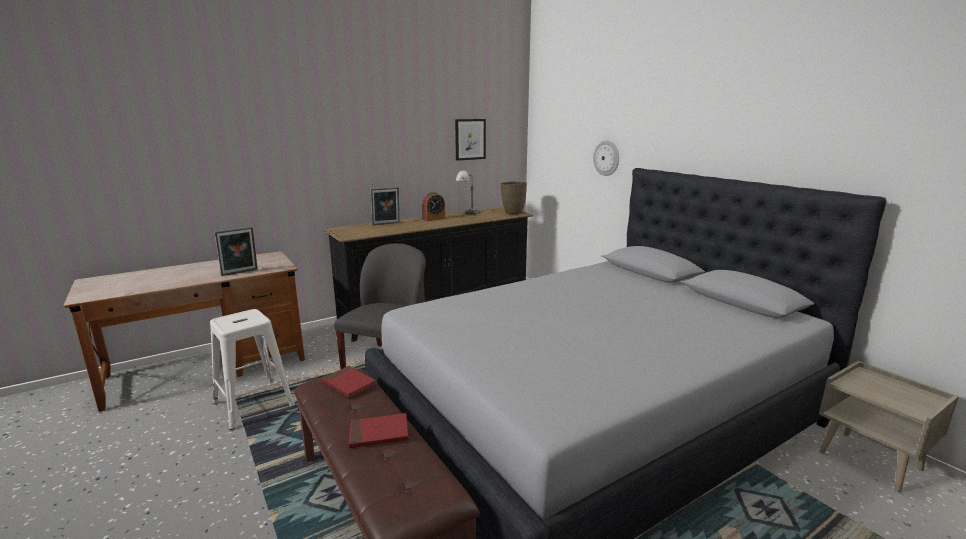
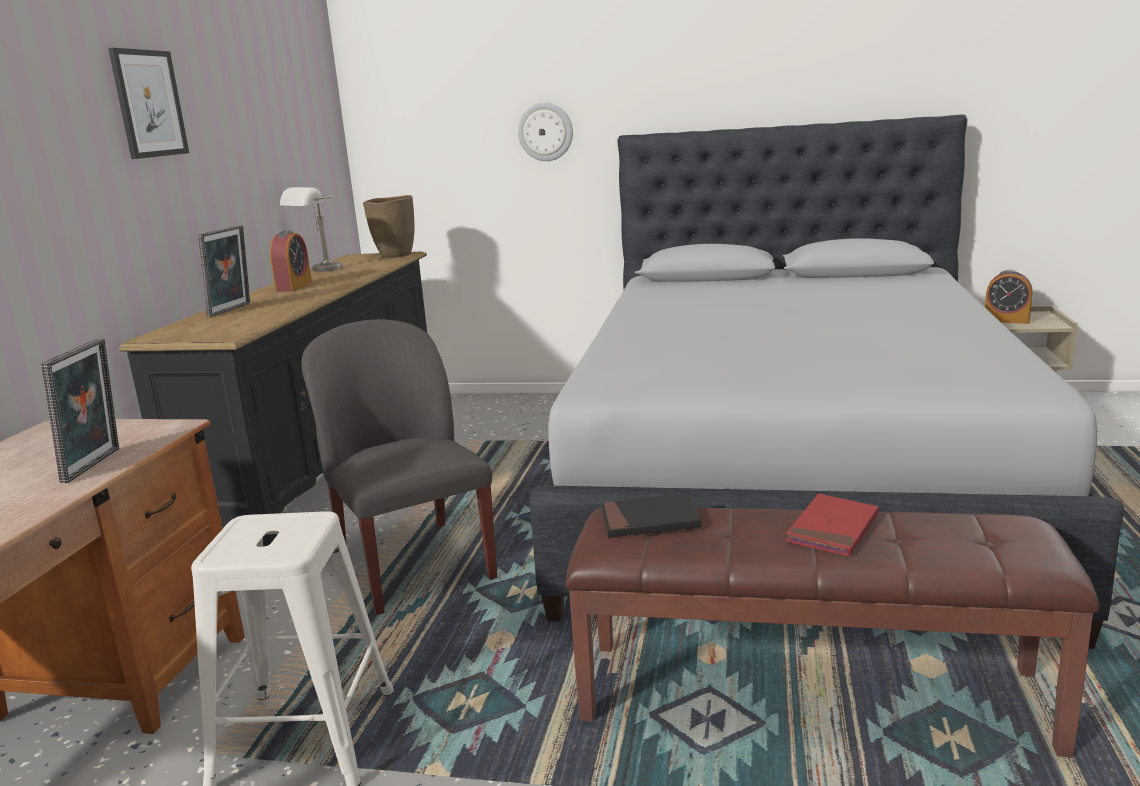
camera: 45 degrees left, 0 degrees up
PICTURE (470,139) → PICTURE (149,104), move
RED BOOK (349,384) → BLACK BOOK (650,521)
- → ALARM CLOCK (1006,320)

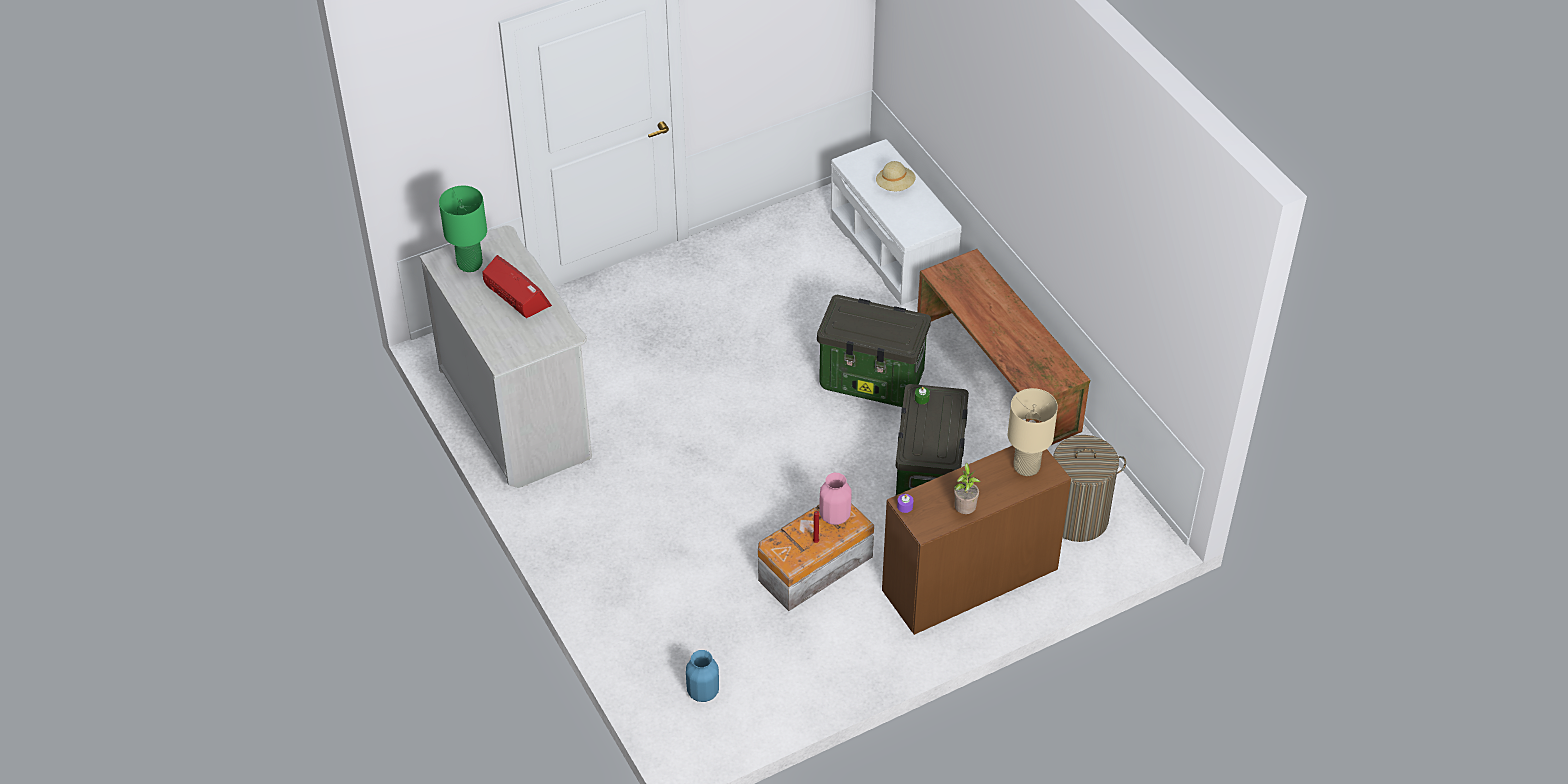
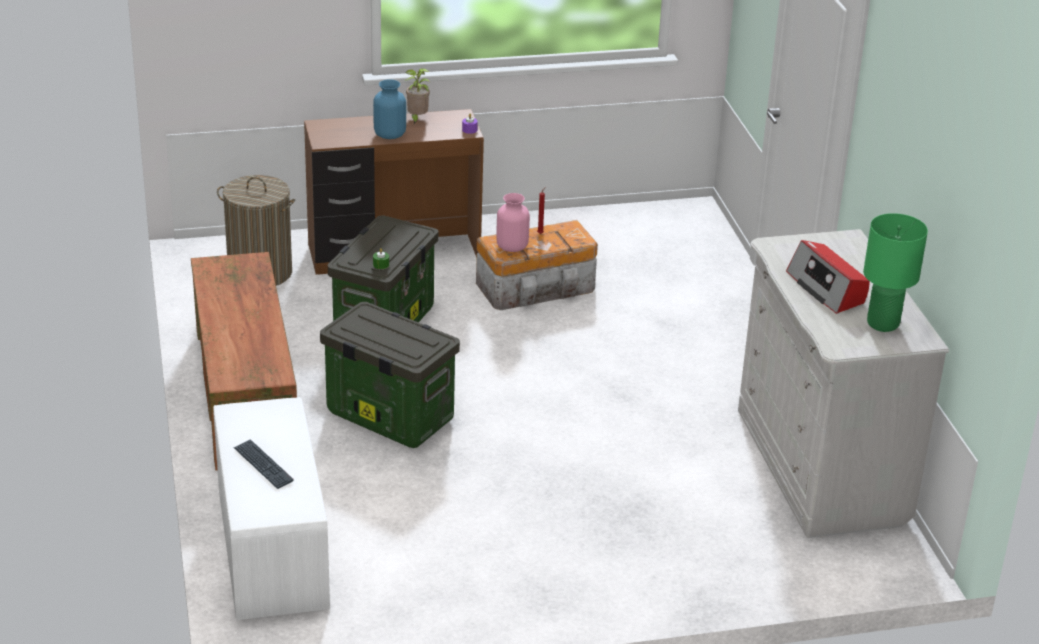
camera: 165 degrees left, 15 degrees down
BEIGE HAT (895,185) → KEYBOARD (263,465)
BLUE VASE (703,691) → BLUE VASE (389,134), move
BEIGE TABLE LAMP (1026,468) → -

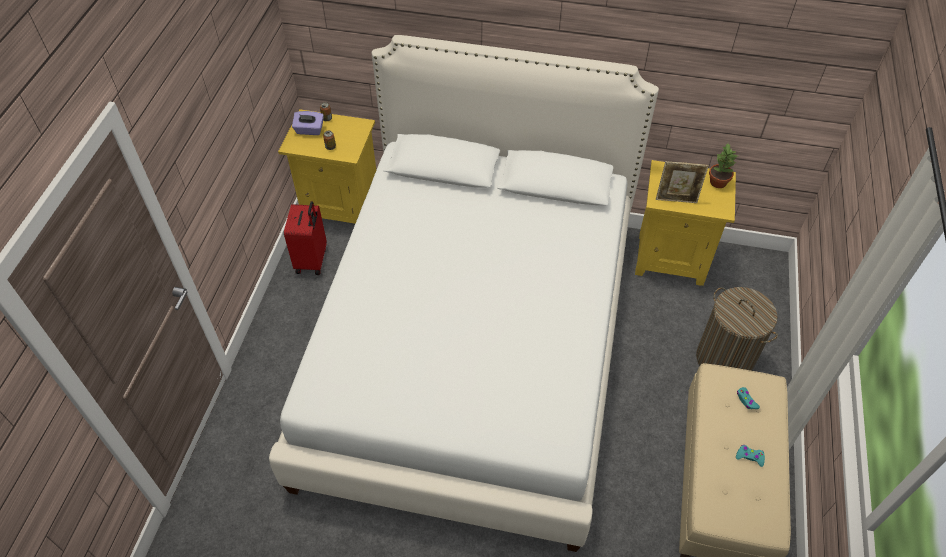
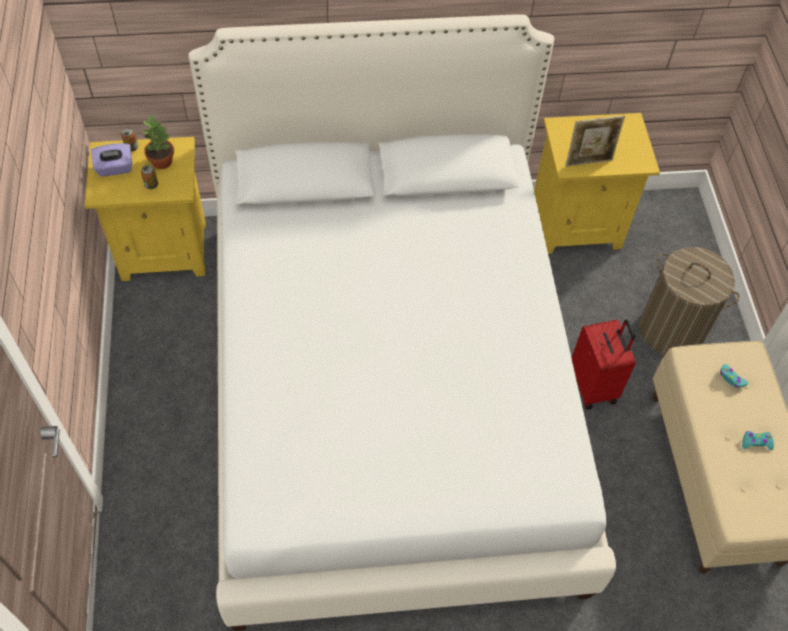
camera: 20 degrees left, 5 degrees up
POTTED PLANT (717,182) → POTTED PLANT (161,161), move
RED SUITCASE (312,260) → RED SUITCASE (594,385), move

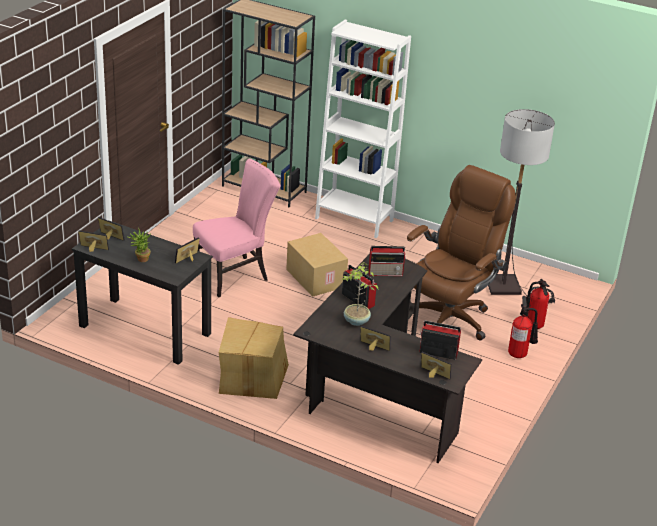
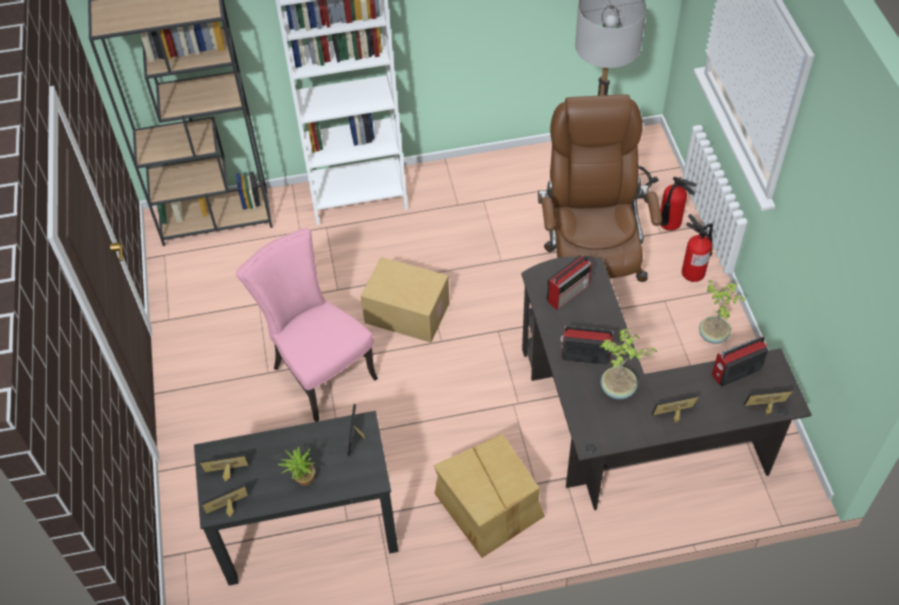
camera: 35 degrees left, 20 degrees up
PINK CHAIR (235,274) → PINK CHAIR (319,370), 60 degrees counterclockwise
- → POTTED PLANT (713,335)

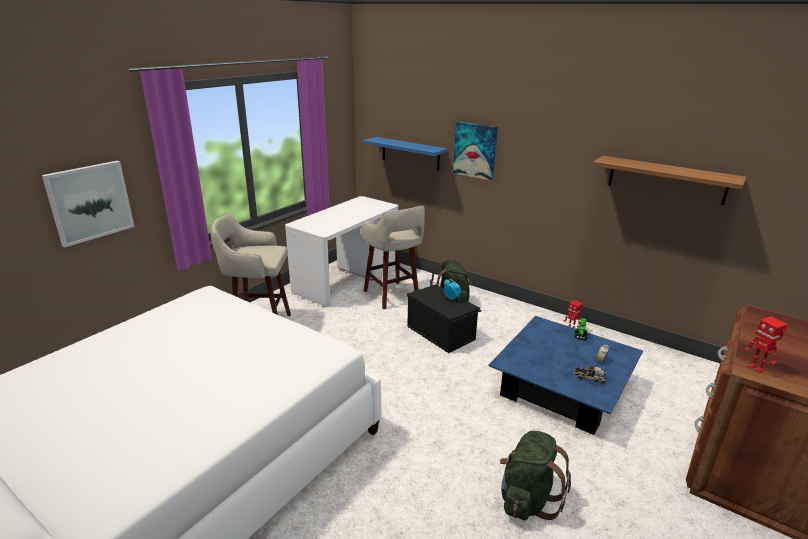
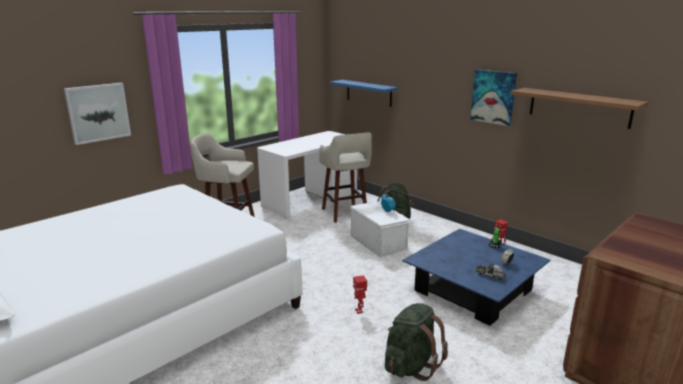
camera: 10 degrees right, 5 degrees down
BLACK STORAGE BOX (441,332) → WHITE STORAGE BOX (378,242)
TOY ROBOT (756,368) → TOY ROBOT (359,311), move
PICTURE (475,150) → PICTURE (493,97), move

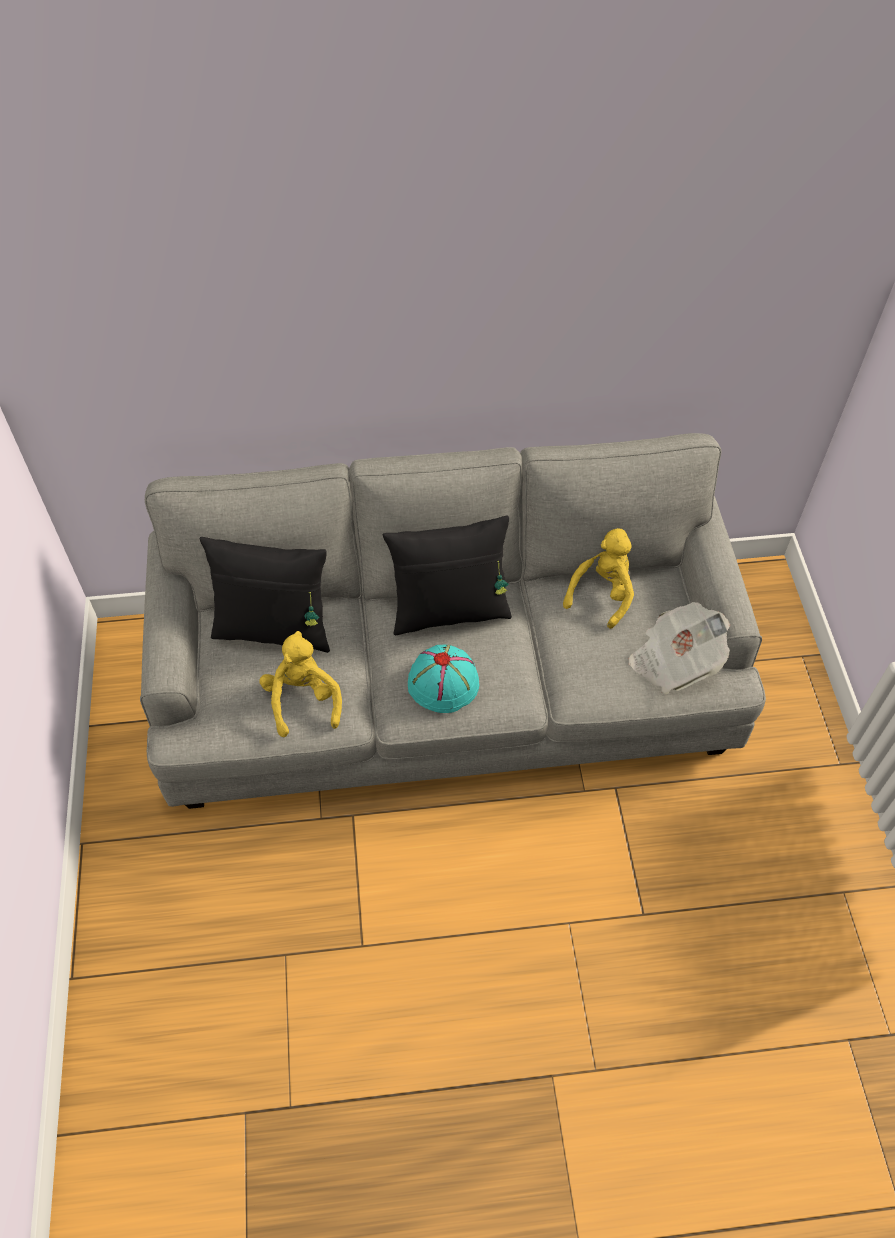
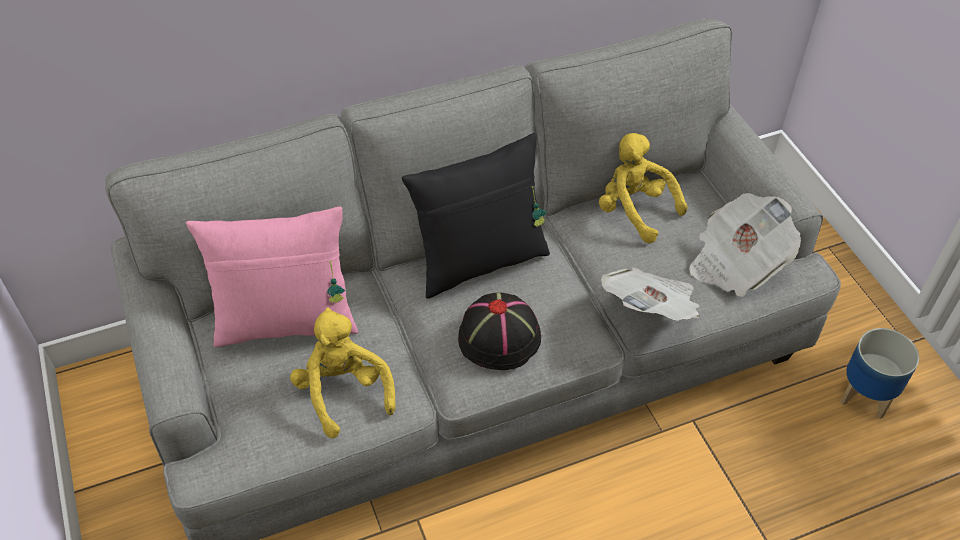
camera: 15 degrees left, 5 degrees down
BLACK PILLOW (274,630) → PINK PILLOW (286,323)
TURQUOISE HAT (444,683) → BLACK HAT (500,337)
YELLOW PLUSH TOY (601,592) → YELLOW PLUSH TOY (633,210), 60 degrees counterclockwise
- → NEWSPAPER (651,310)
- → PLANTER (866,396)

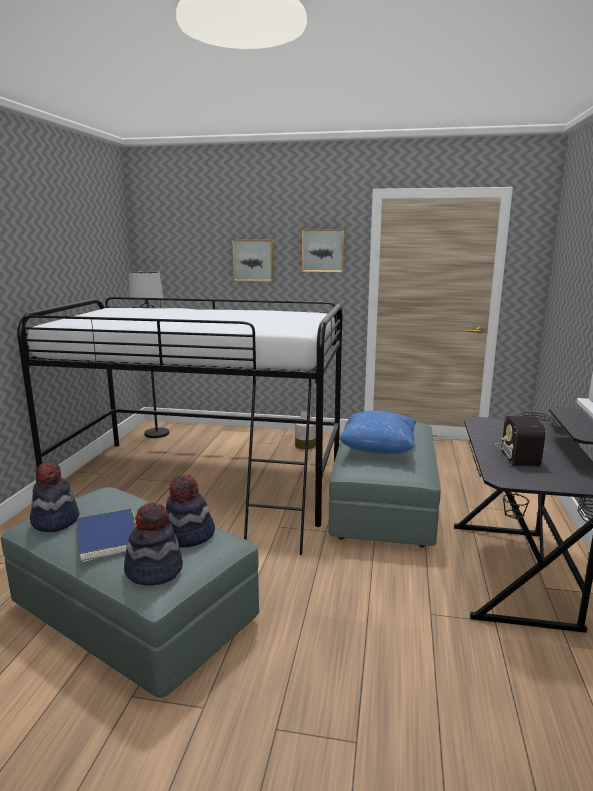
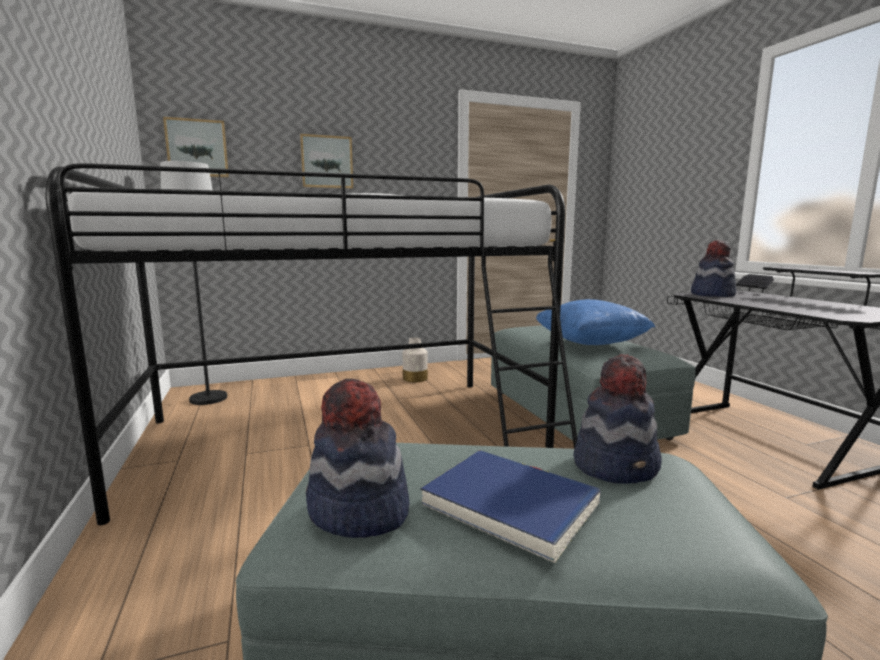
camera: 30 degrees left, 5 degrees down
PICTURE (323,250) → PICTURE (197,148), move
HAT (154,570) → HAT (712,294), move
RADIO (519,453) → -

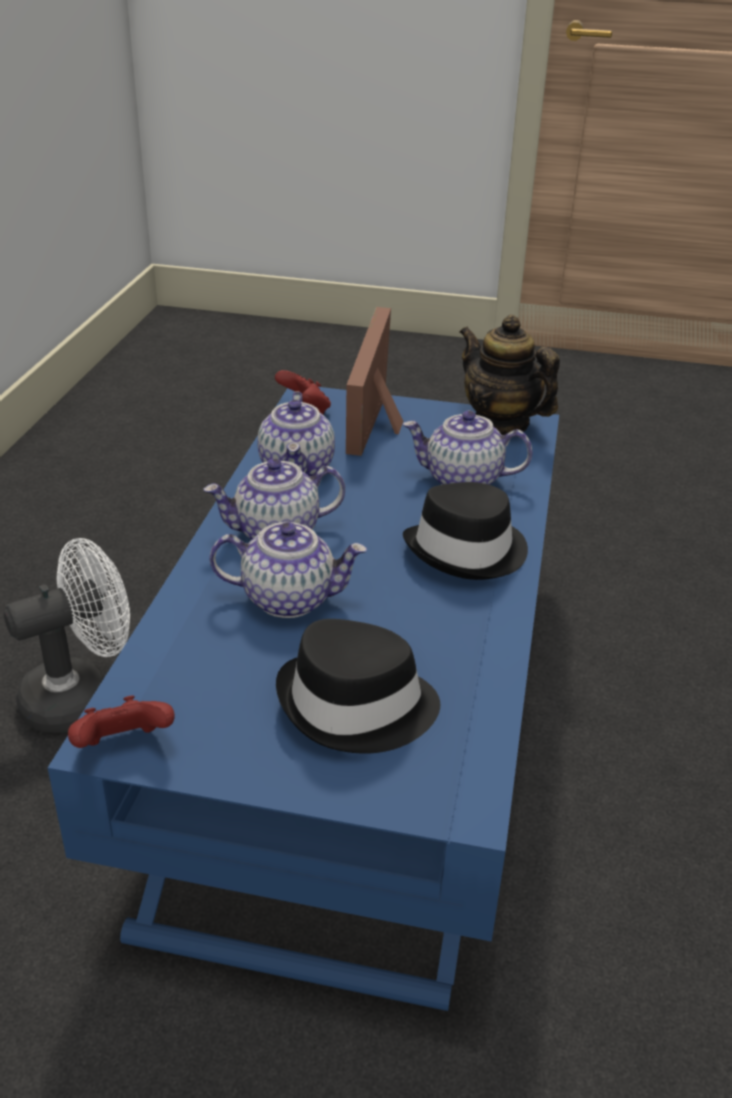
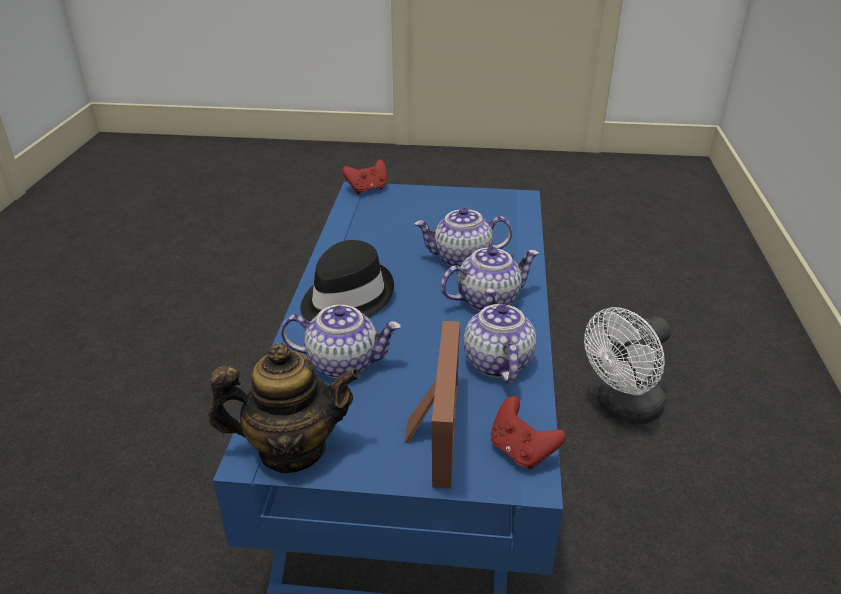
camera: 175 degrees right, 0 degrees up
TEAPOT (500,424) → TEAPOT (292,449), 45 degrees counterclockwise
RED GAME CONTROLLER (123,746) → RED GAME CONTROLLER (367,189), move
BLACK HAT (357,707) → -

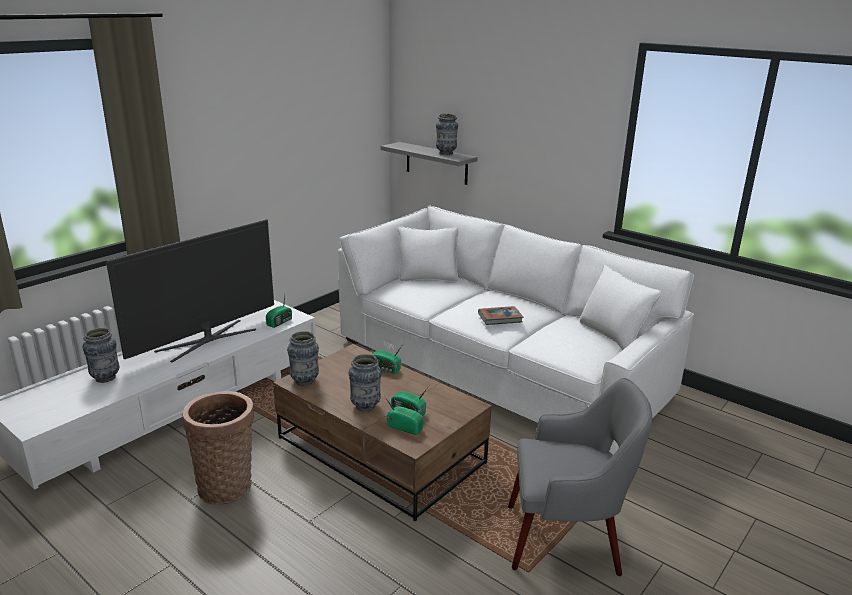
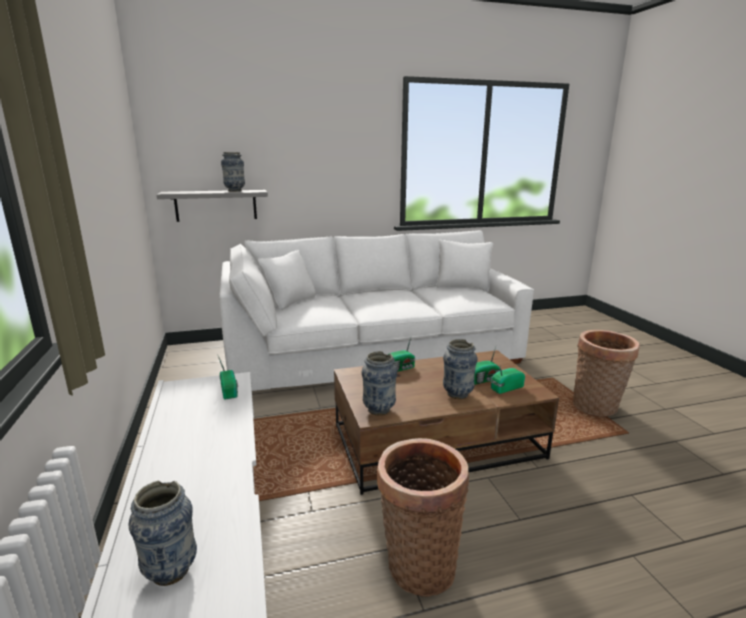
camera: 55 degrees left, 5 degrees down
GREY ARMCHAIR (566,539) → BASKET (597,407)
TELEVISION (207,340) → -
BOOK (500,318) → -

